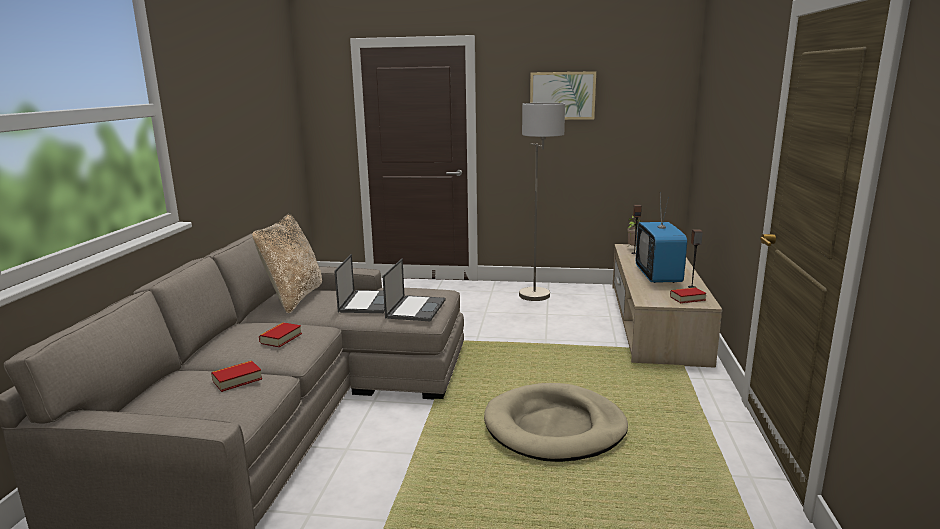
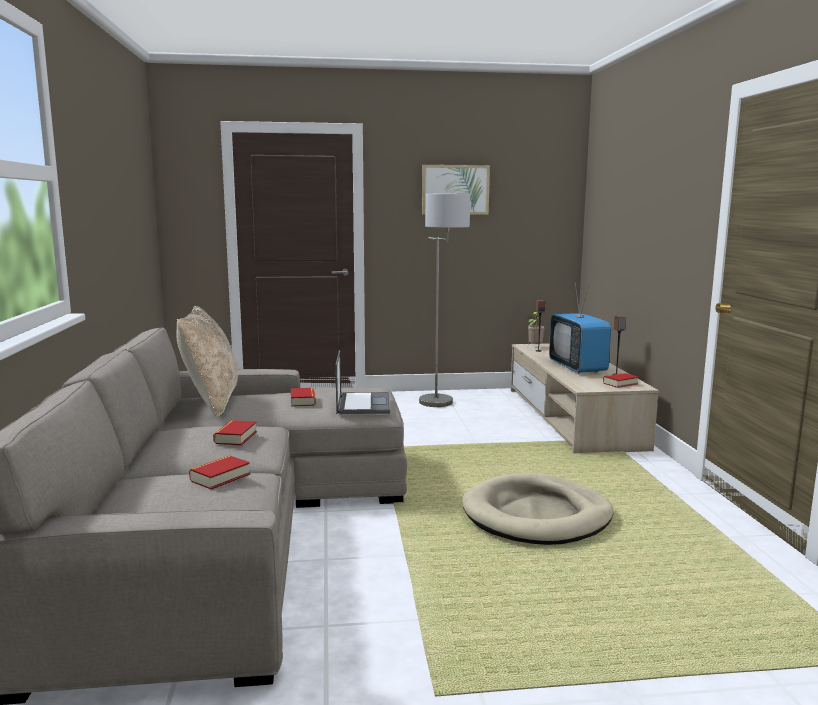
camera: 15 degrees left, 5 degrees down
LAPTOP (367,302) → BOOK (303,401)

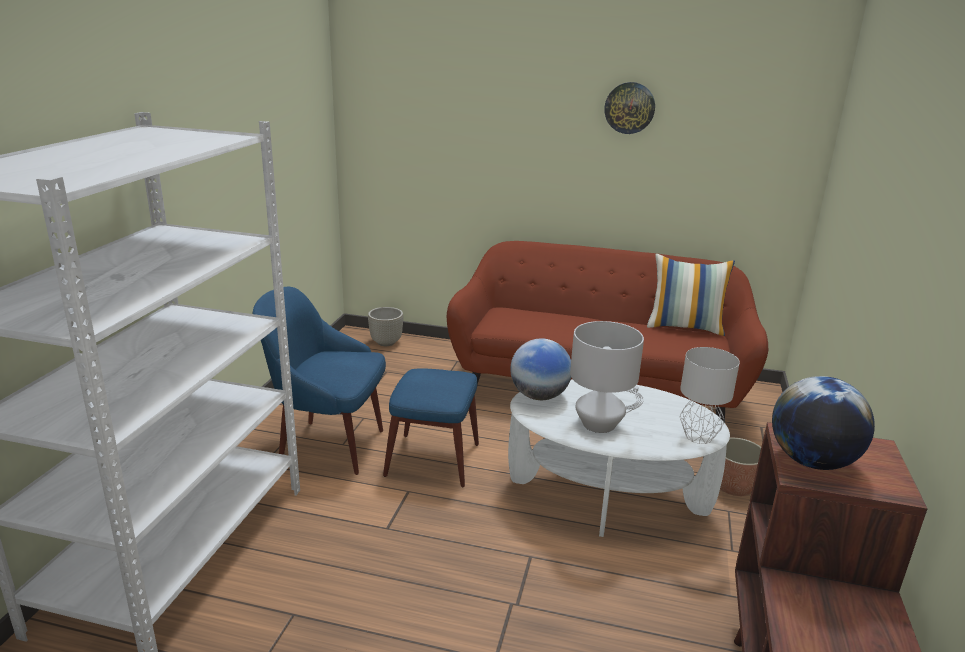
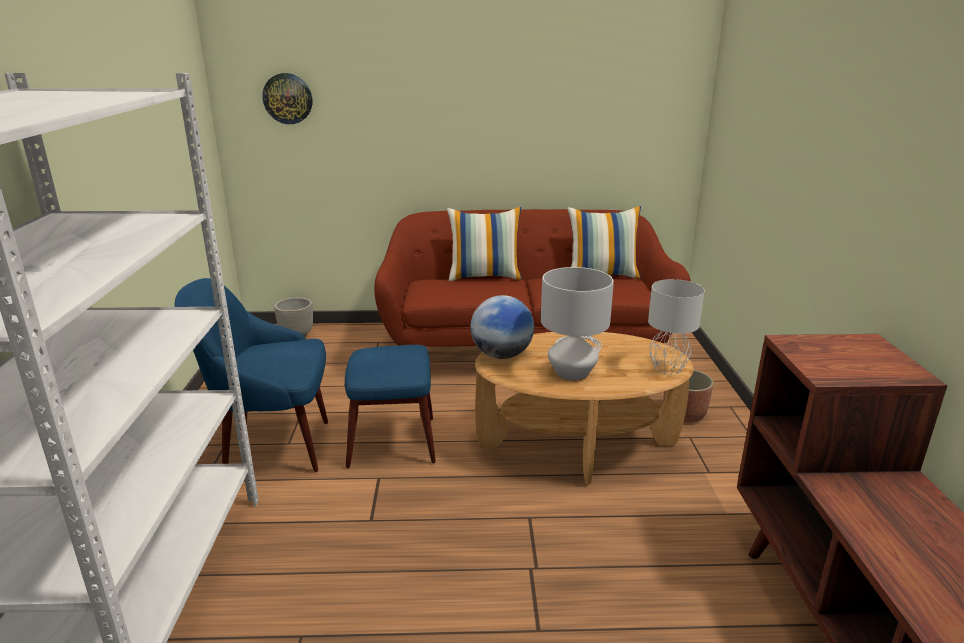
camera: 15 degrees left, 0 degrees up
WALL CLOCK (629,108) → WALL CLOCK (288,98), move
- → PILLOW (485,276)
WHITE COFFEE TABLE (607,497) → BROWN COFFEE TABLE (578,446)
GLOBE (812,461) → -

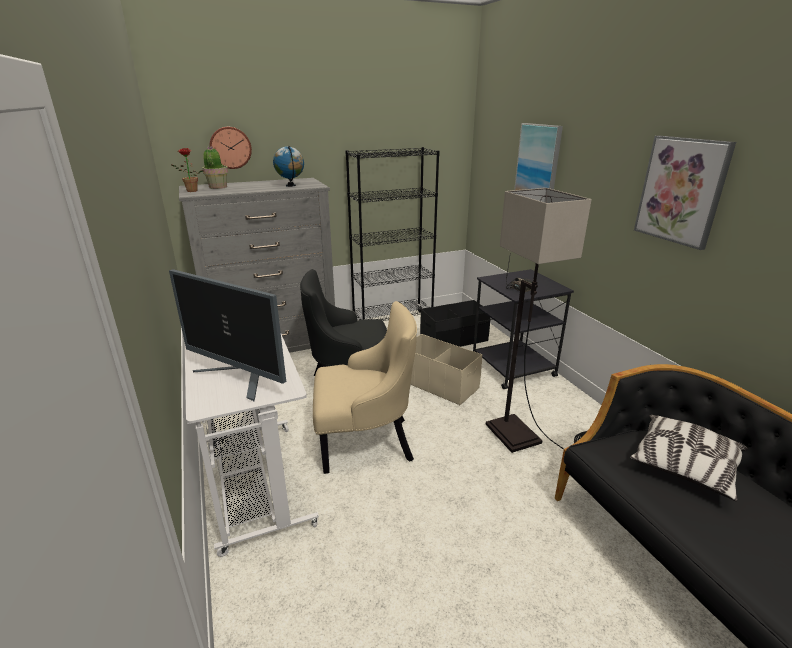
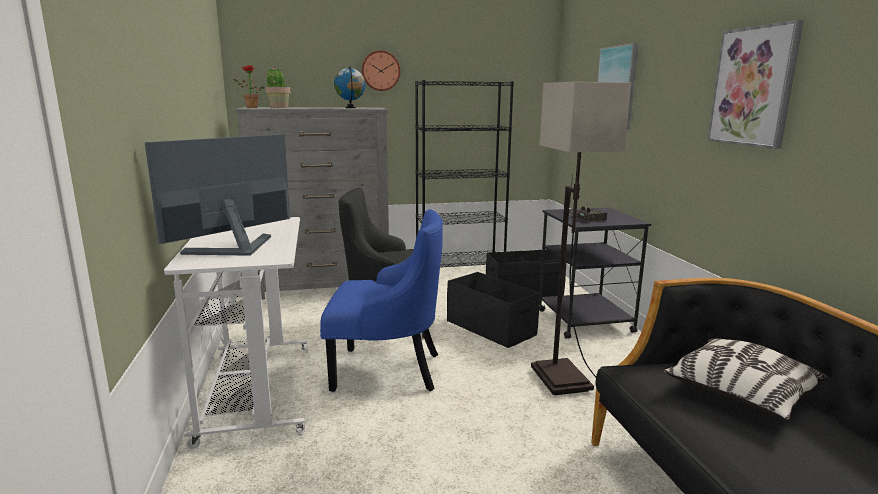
camera: 10 degrees right, 10 degrees down
MONITOR (239,378) → MONITOR (235,249), 90 degrees clockwise
BEIGE CHAIR (364,444) → BLUE CHAIR (385,371)
WALL CLOCK (230,147) → WALL CLOCK (380,71), move
BEIGE STORAGE BOX (439,384) → BLACK STORAGE BOX (491,328)

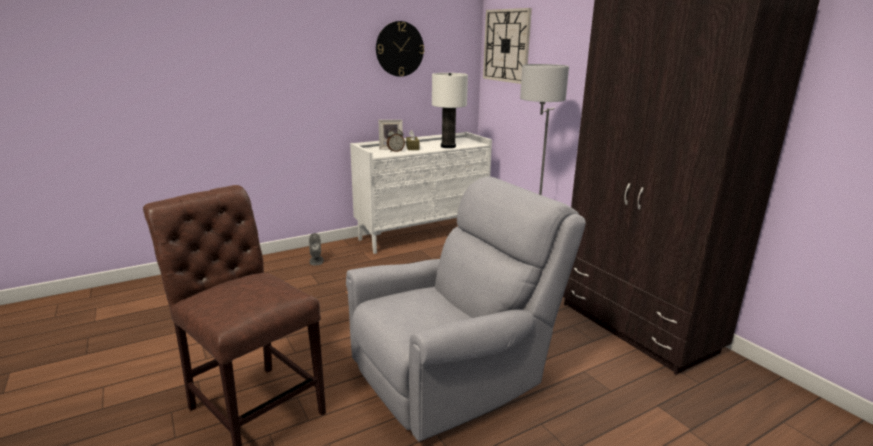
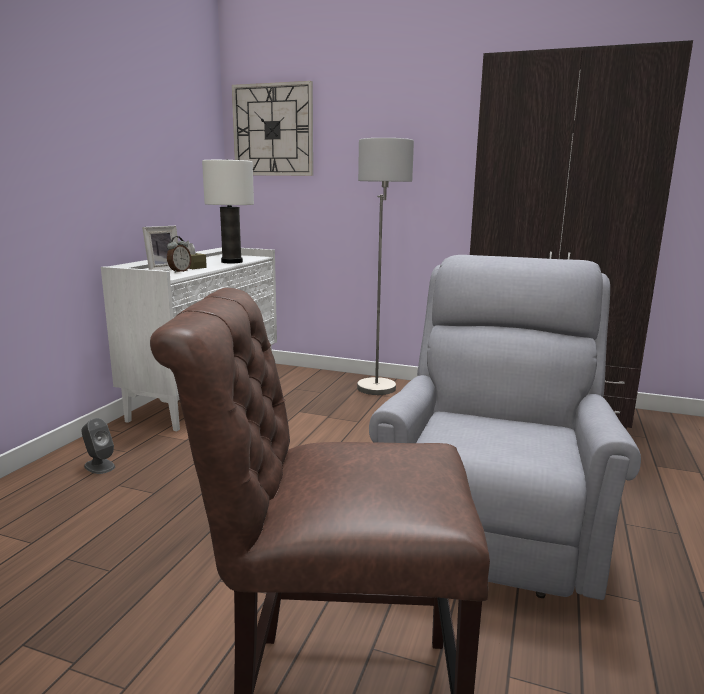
camera: 40 degrees left, 5 degrees down
WALL CLOCK (399,49) → -

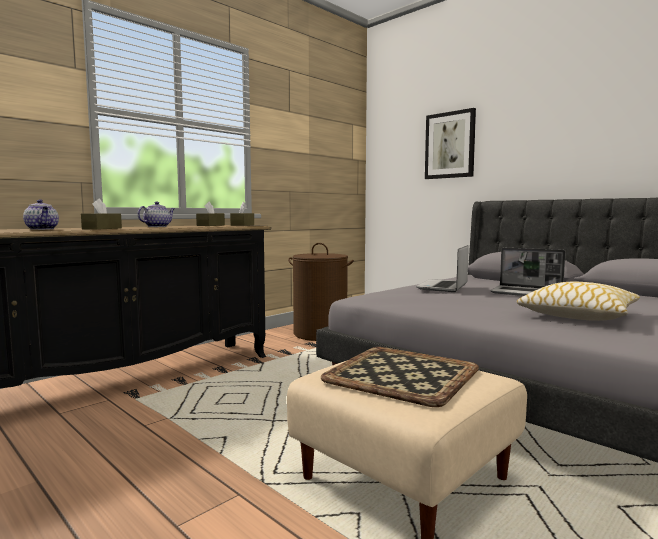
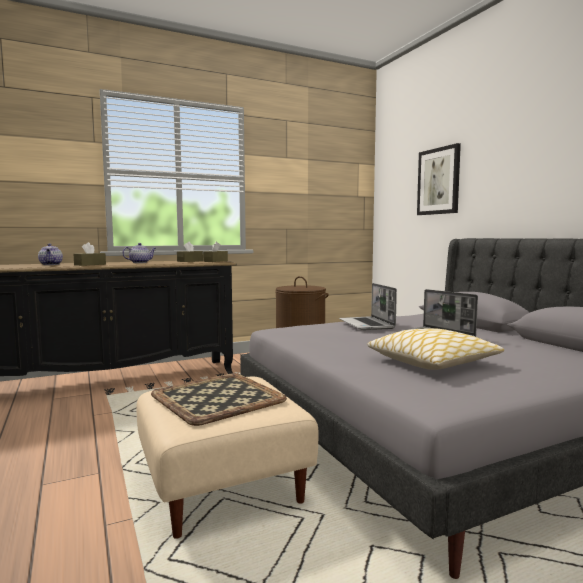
camera: 20 degrees right, 0 degrees up
LAPTOP (443,287) → LAPTOP (367,324), 60 degrees counterclockwise

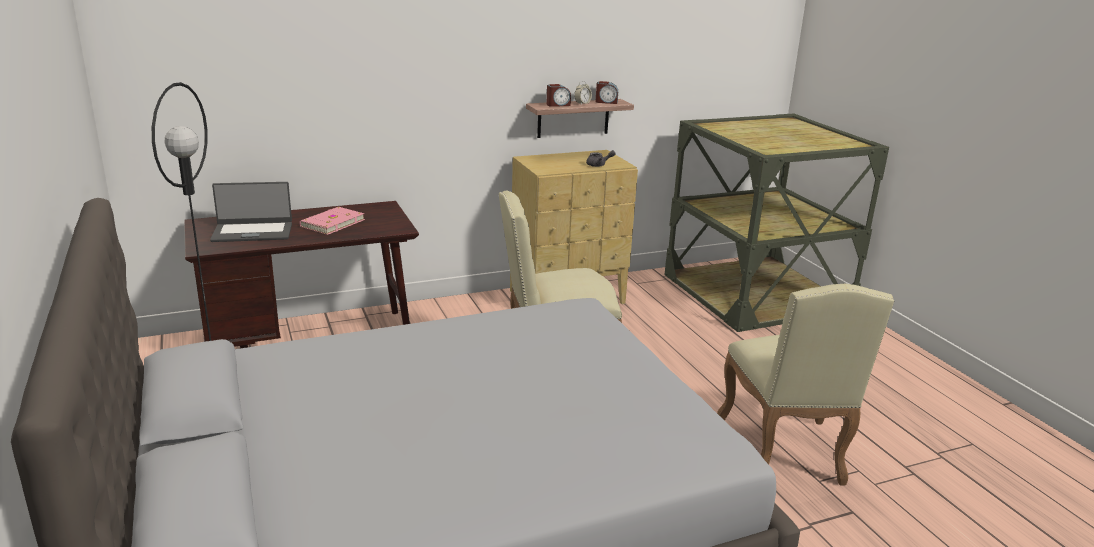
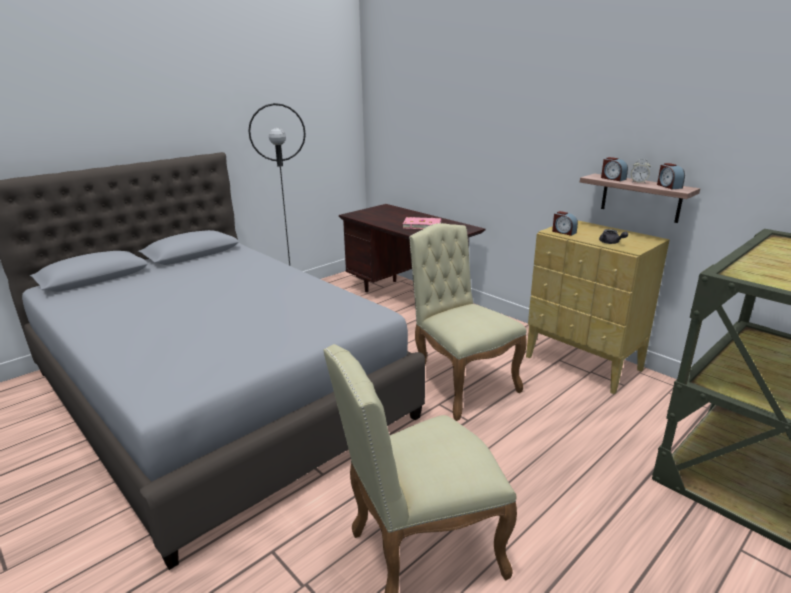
camera: 70 degrees right, 0 degrees up
- → ALARM CLOCK (563,232)
LAPTOP (252,232) → -

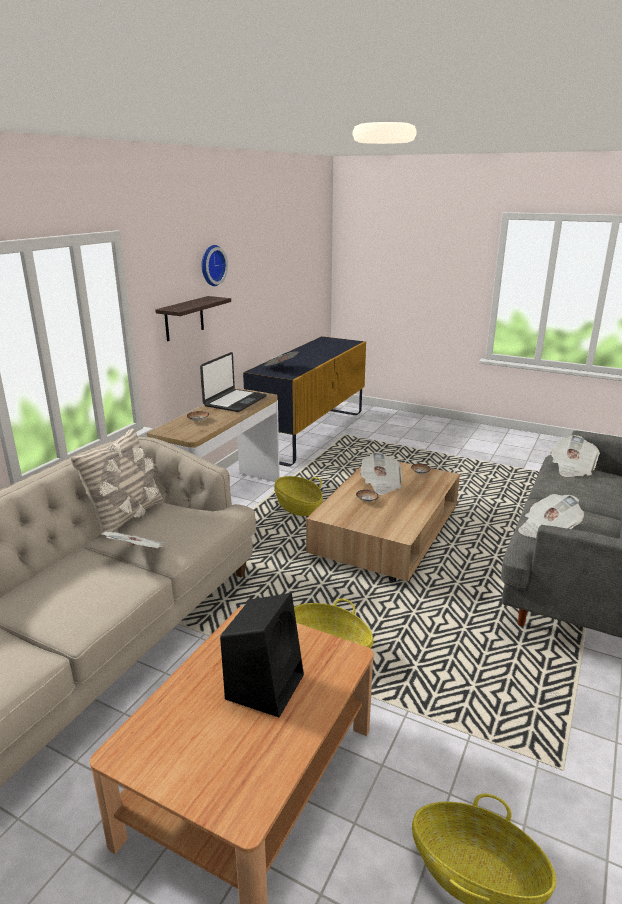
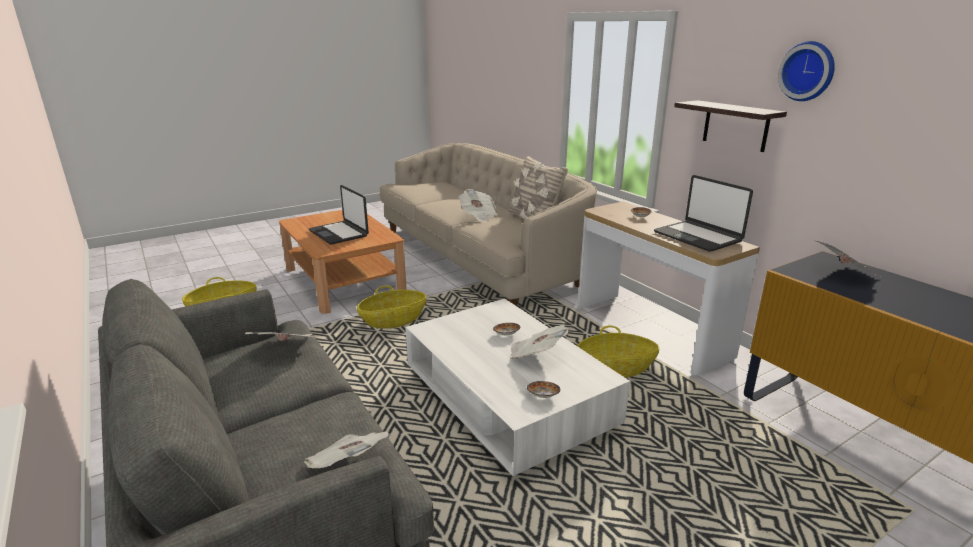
camera: 120 degrees right, 0 degrees up
BLACK SPEAKER (265,685) → LAPTOP (339,233)
BROWN COFFEE TABLE (386,536) → WHITE COFFEE TABLE (507,402)

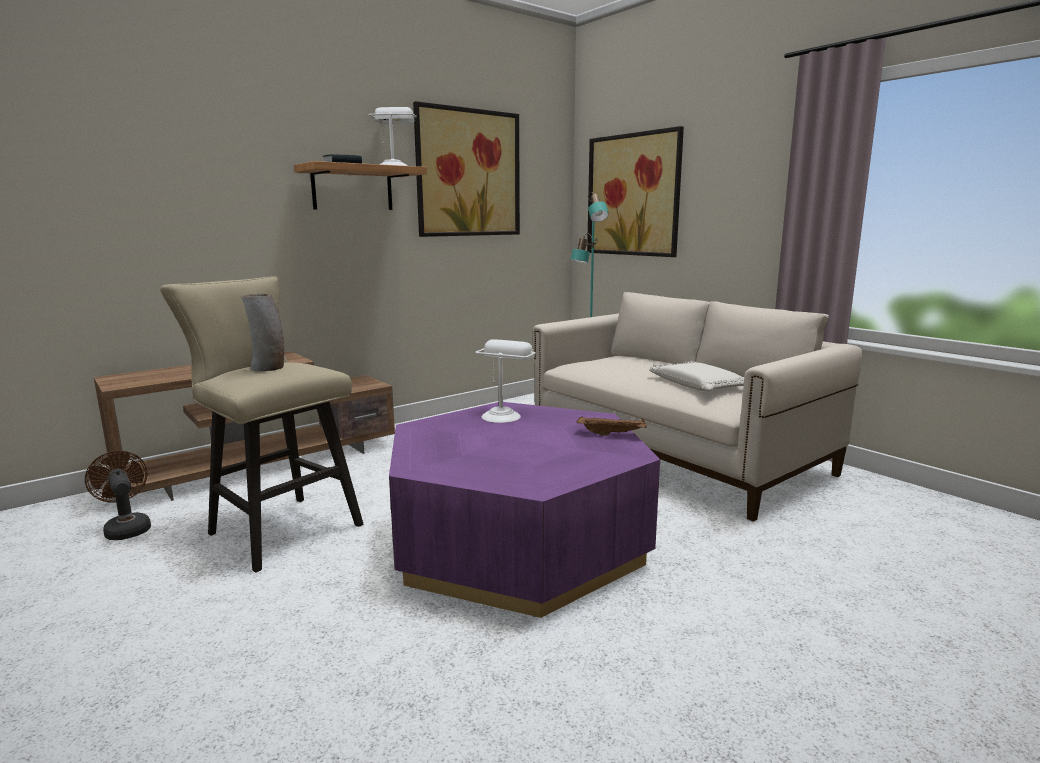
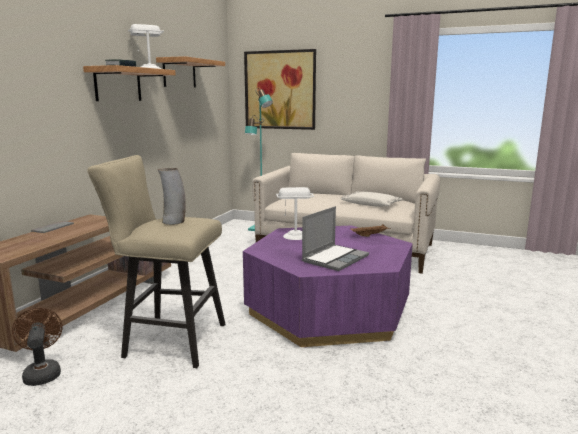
camera: 30 degrees left, 0 degrees up
BROWN FAN (126,528) → BROWN FAN (42,373), 45 degrees clockwise
PICTURE (468,173) → SHELF (179,73)
- → LAPTOP (335,258)

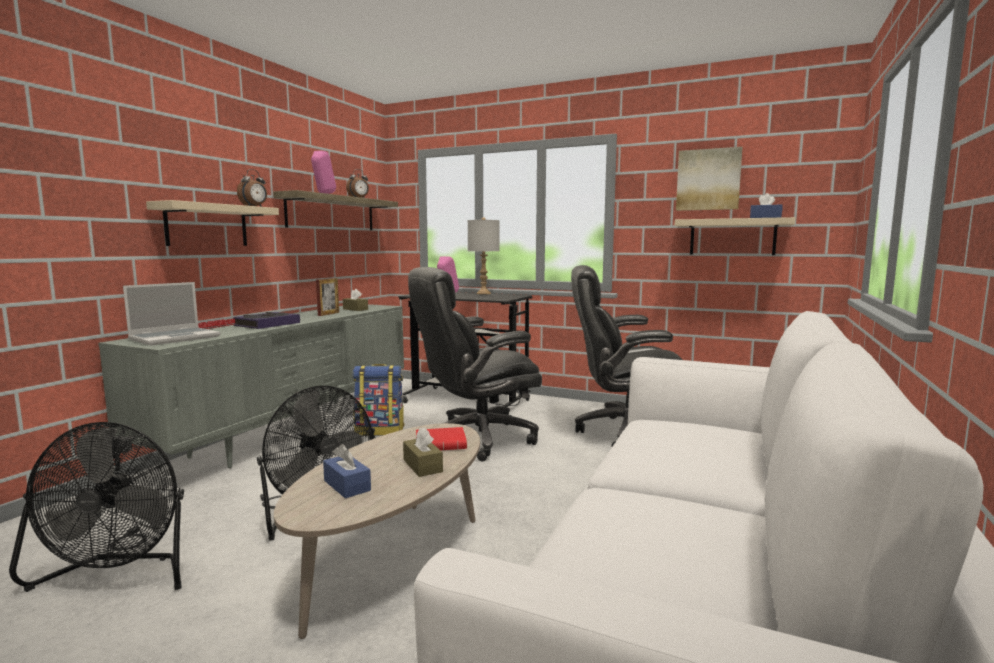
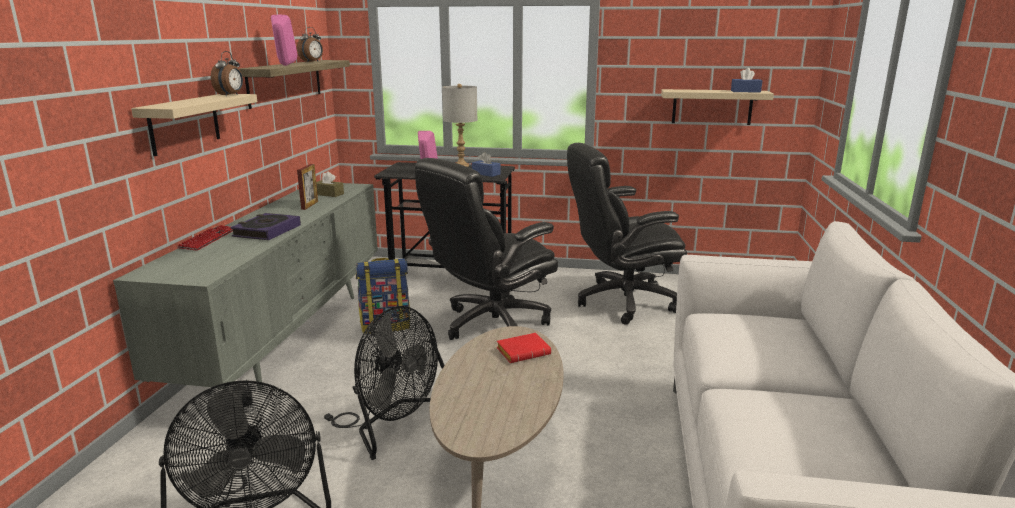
camera: 15 degrees left, 10 degrees up
BLUE TISSUE BOX (347,485) → BLUE TISSUE BOX (486,174), move
LAPTOP (175,338) → -
BROWN TISSUE BOX (422,466) → -
PICTURE (708,180) → -

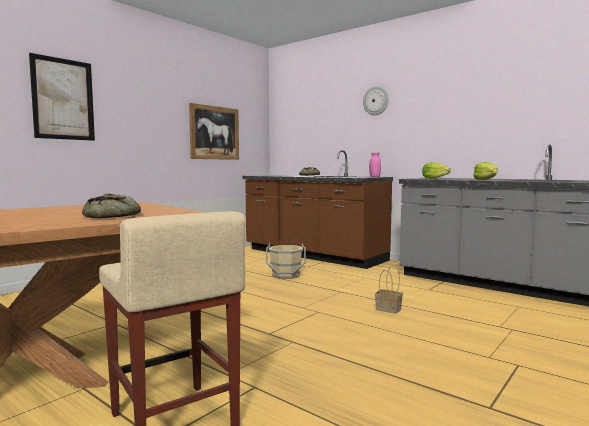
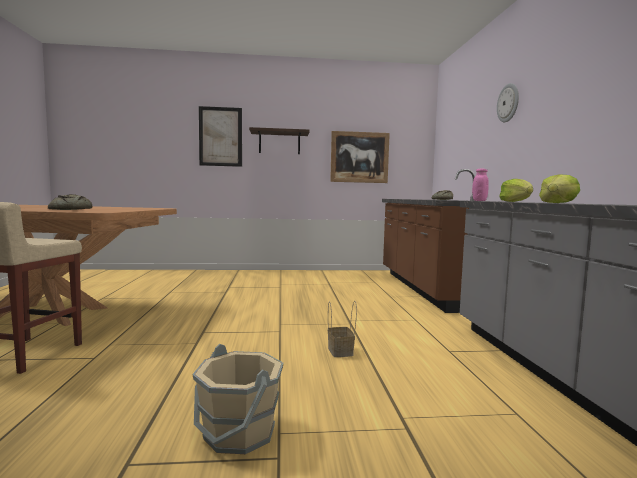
camera: 45 degrees right, 0 degrees up
BEIGE BUCKET (286,275) → BEIGE BUCKET (238,433), move
- → SHELF (279,143)

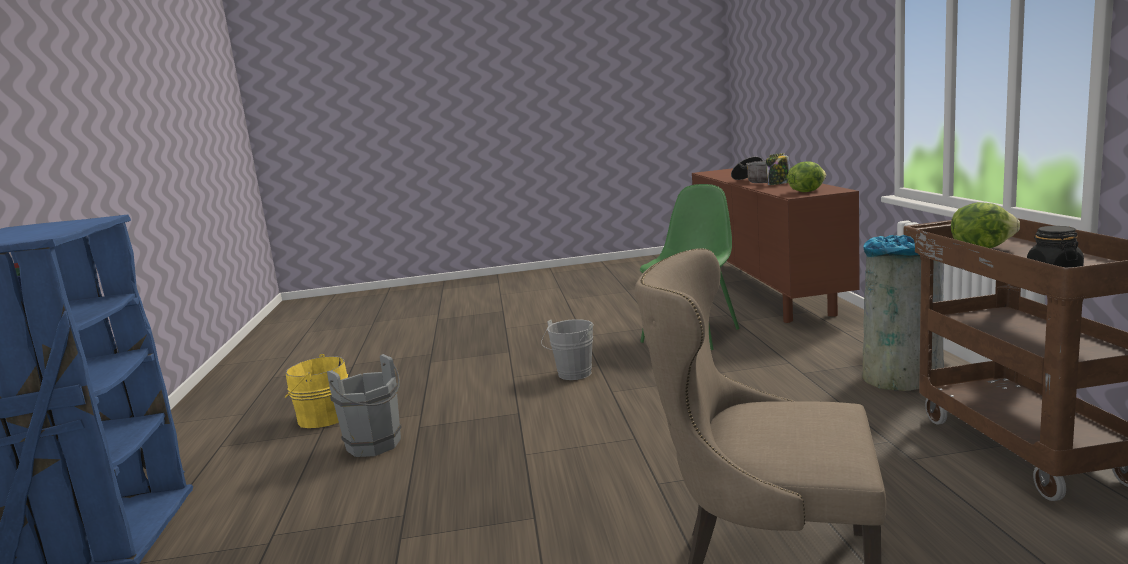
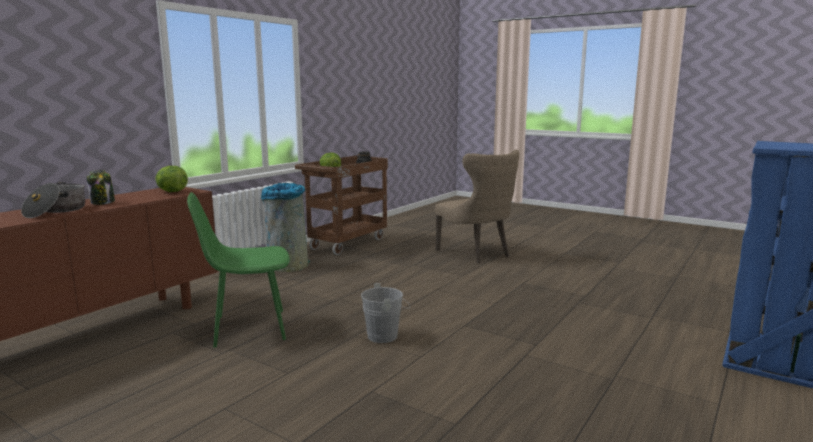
camera: 140 degrees left, 0 degrees up
YELLOW BUCKET (322,417) → -
GREY BUCKET (375,446) → -

